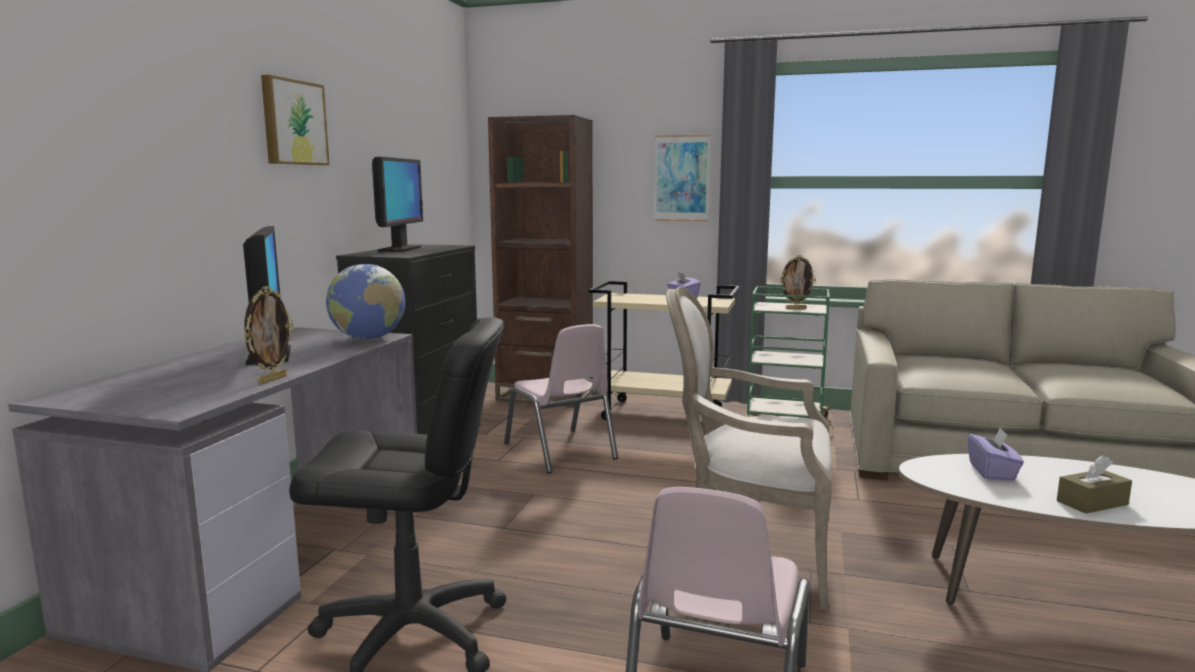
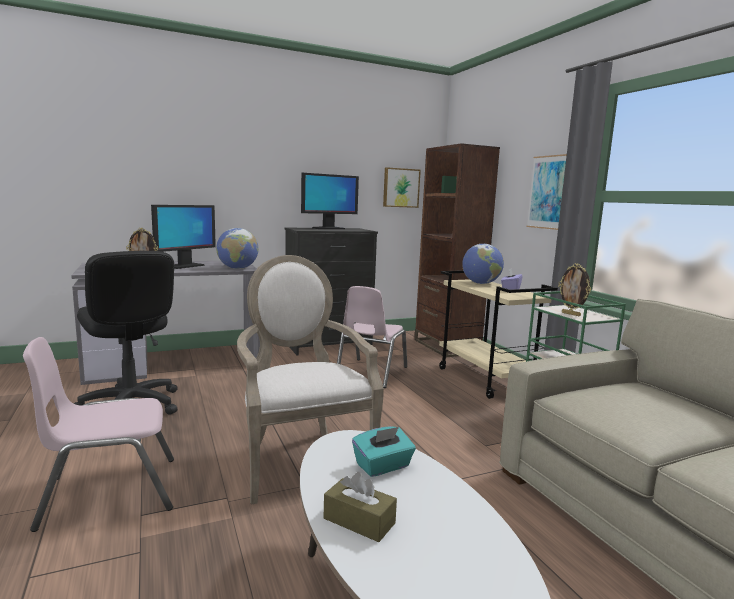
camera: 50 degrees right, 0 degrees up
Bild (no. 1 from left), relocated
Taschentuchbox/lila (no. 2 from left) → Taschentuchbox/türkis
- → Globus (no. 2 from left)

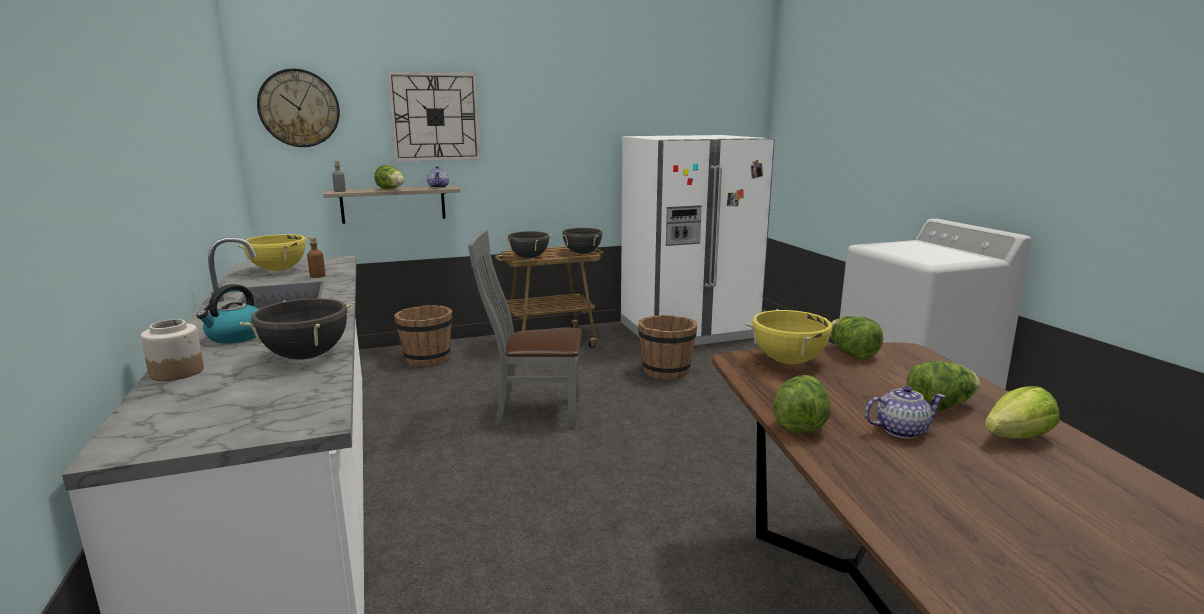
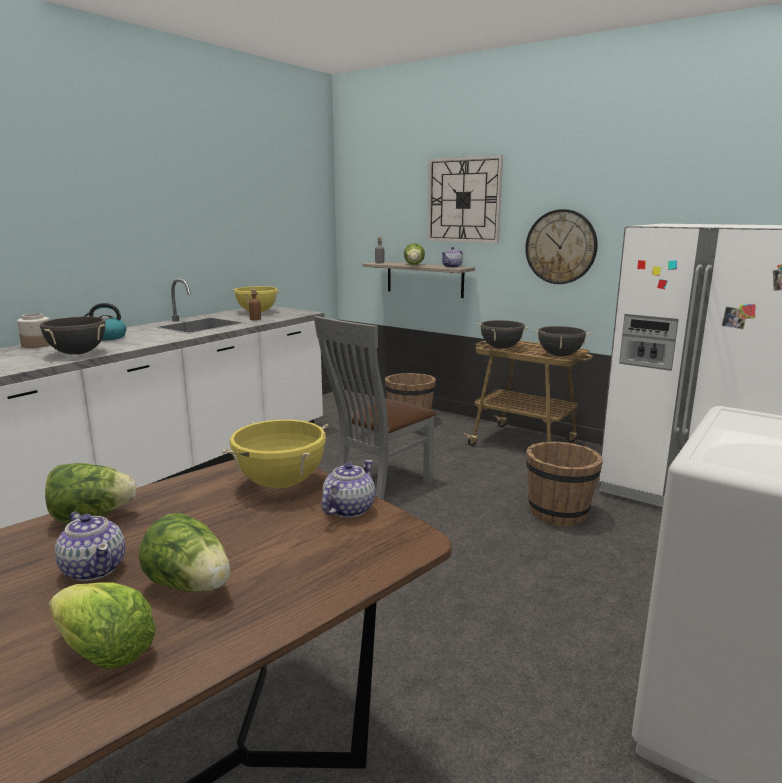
camera: 55 degrees right, 0 degrees up
Wanduhr (no. 1 from left in the first image) → Wanduhr (no. 2 from left), relocated
Stuhl/grau, 105 degrees counterclockwise
Salatkopf (no. 3 from left) → Teekanne (no. 2 from left)

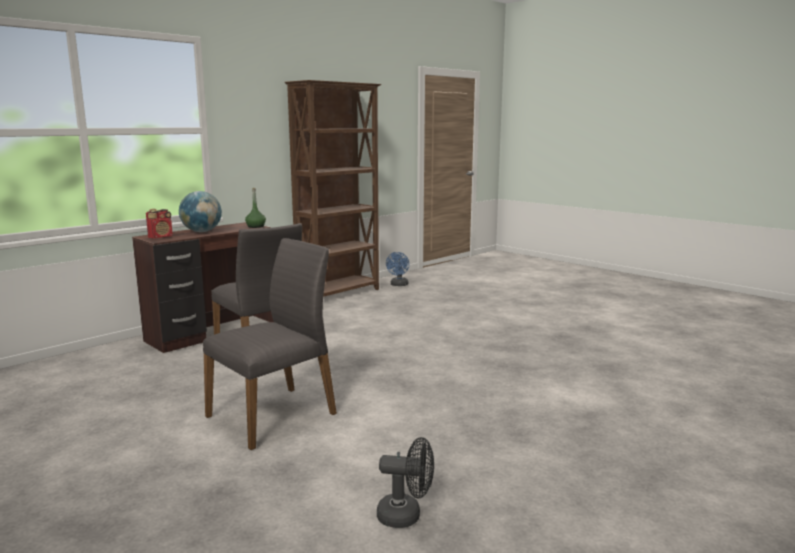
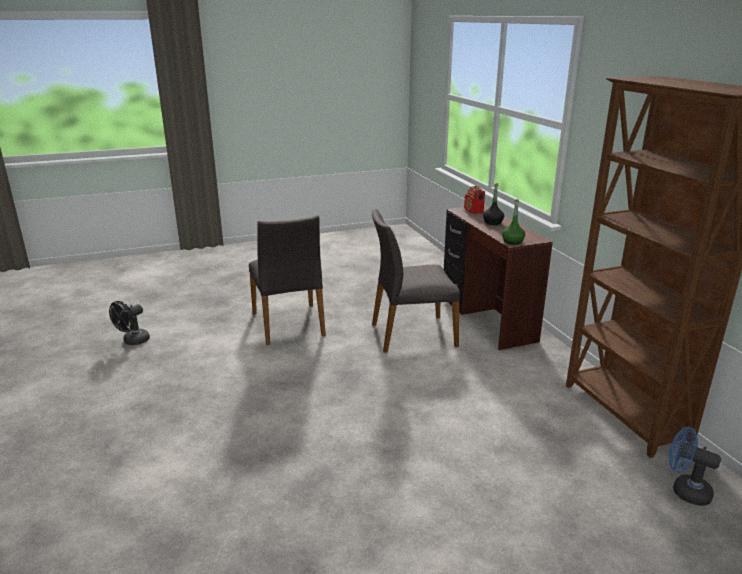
camera: 115 degrees right, 10 degrees up
Globus → Flasche/schwarz

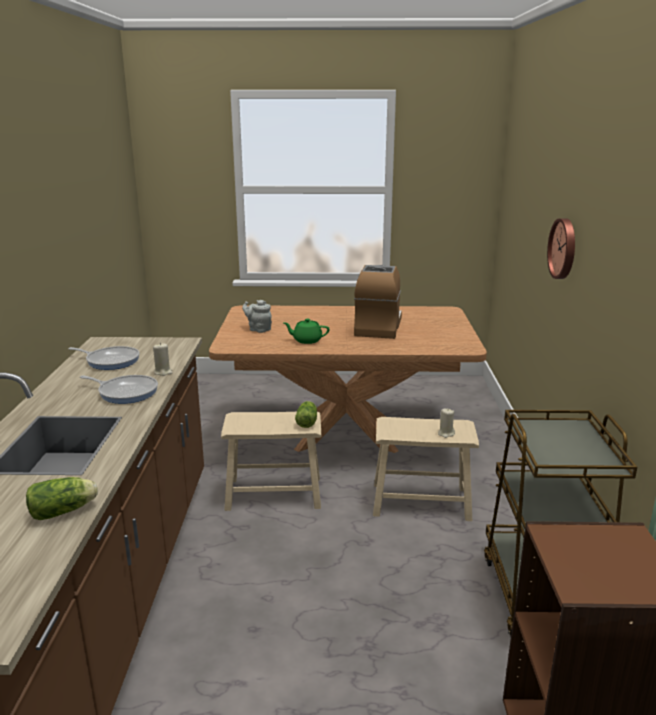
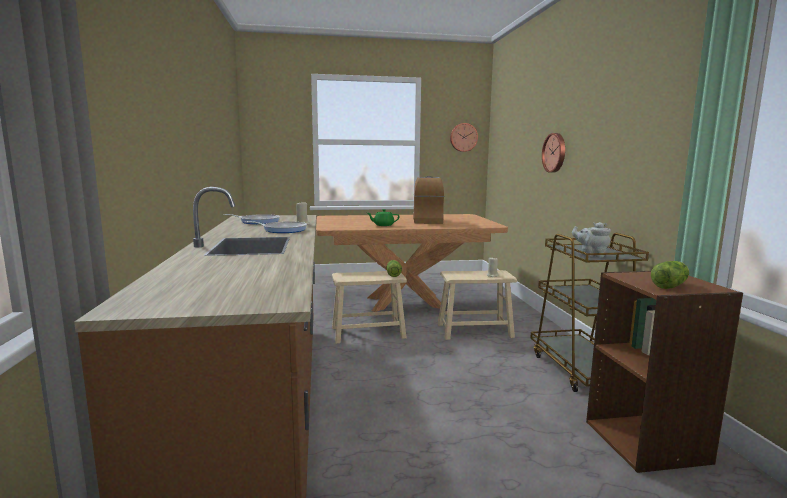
camera: 10 degrees left, 10 degrees down
Salatkopf (no. 1 from left in the first image) → Salatkopf (no. 2 from left), relocated
Teekanne/grau, relocated
- → Wanduhr (no. 1 from left)

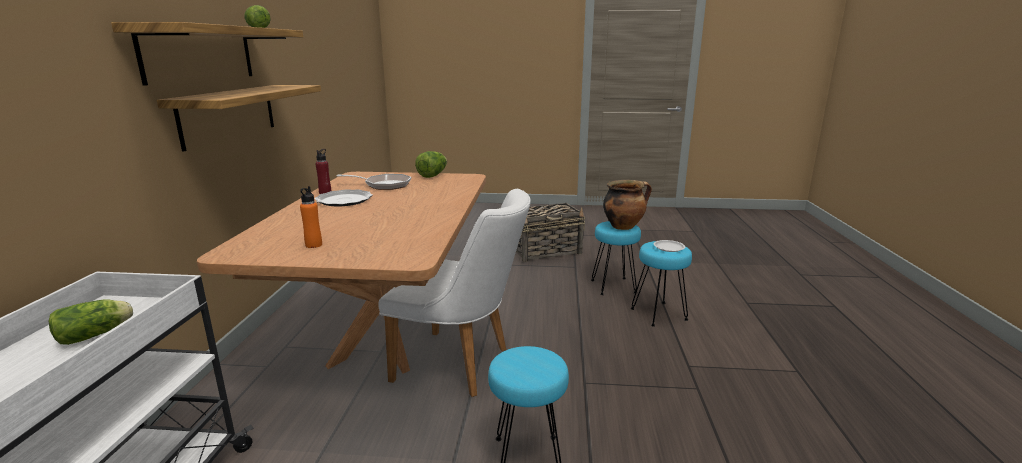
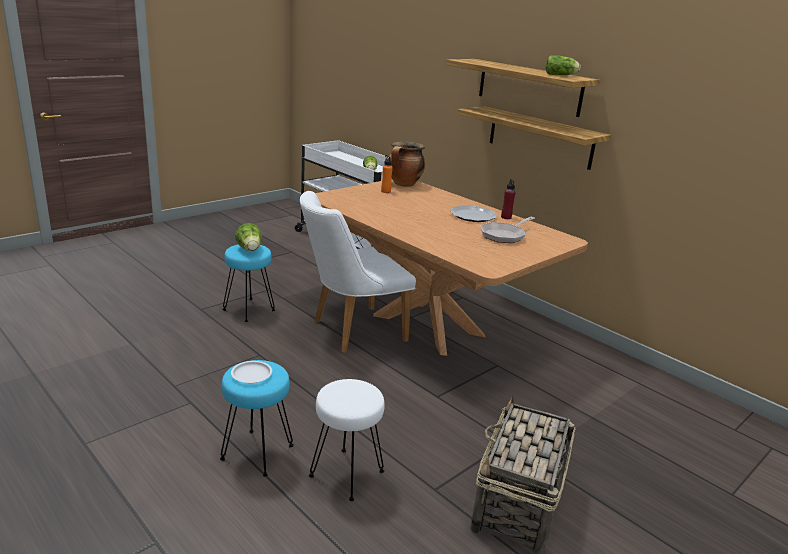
camera: 130 degrees right, 5 degrees up
Salatkopf (no. 3 from left in the first image) → Salatkopf (no. 1 from left), relocated
Hocker/türkis (no. 2 from left) → Hocker/weiß
Kochtopf, relocated

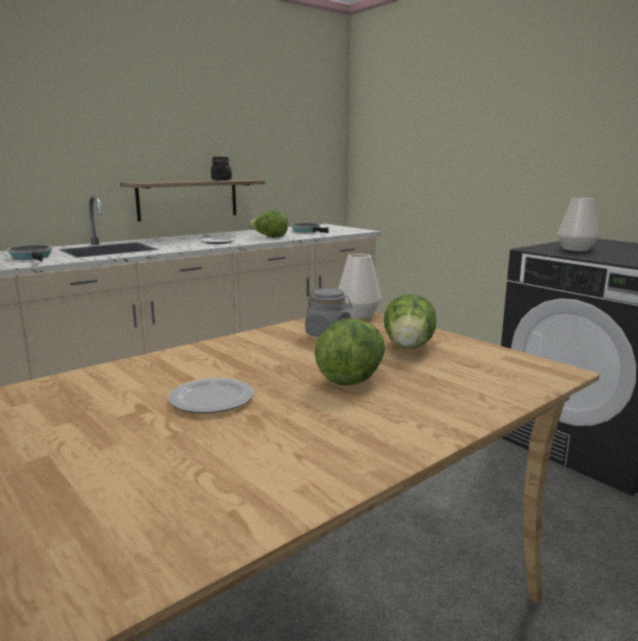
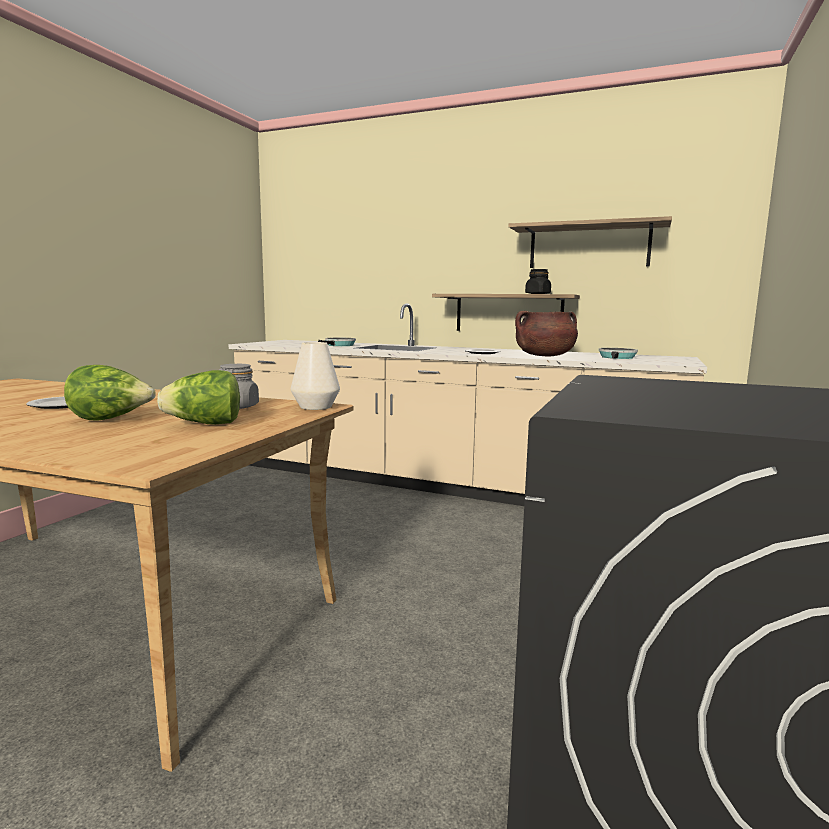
camera: 60 degrees right, 5 degrees down
Salatkopf (no. 1 from left) → Kochtopf/braun
Vase/weiß (no. 2 from left) → -
- → Wandregal (no. 2 from left)

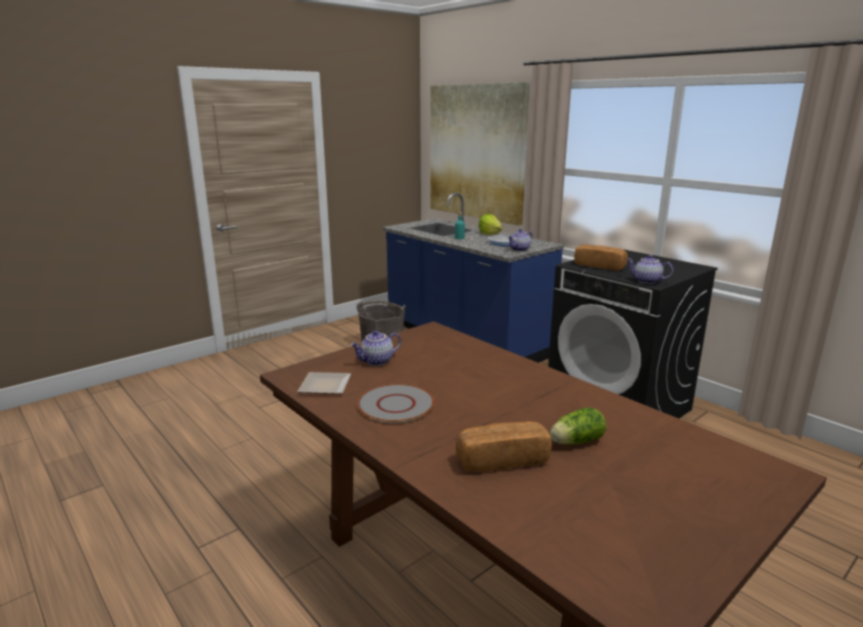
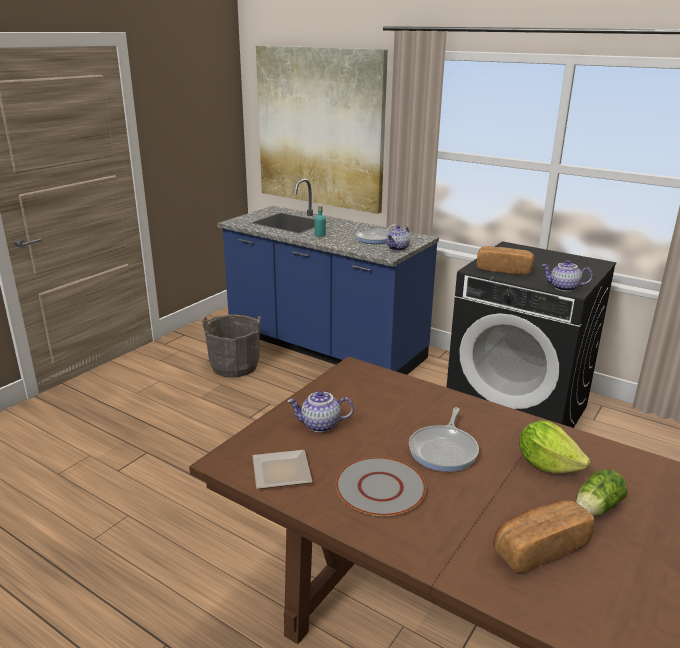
camera: 15 degrees left, 5 degrees up
Teekanne (no. 1 from left), 45 degrees clockwise
Salatkopf (no. 1 from left), relocated
- → Pfanne (no. 2 from left)

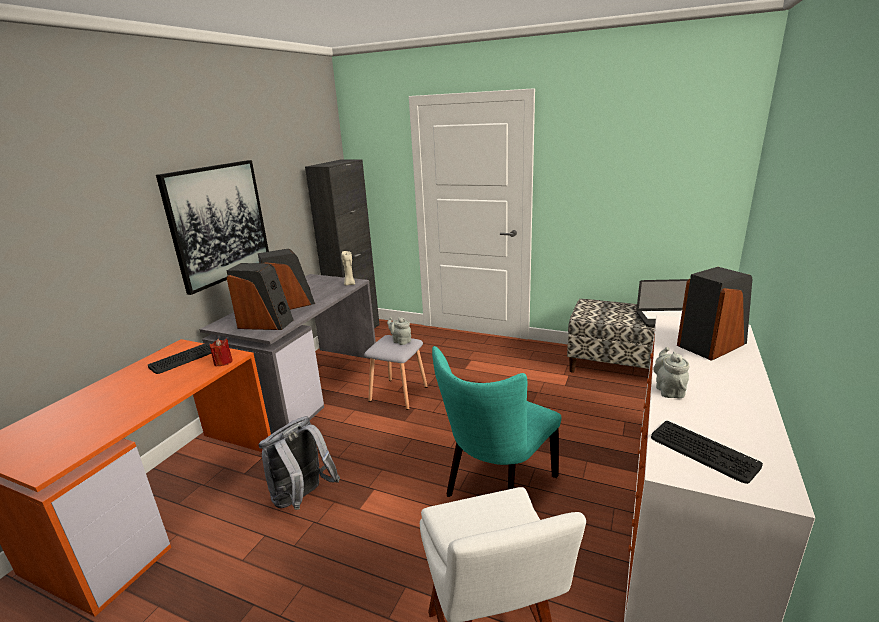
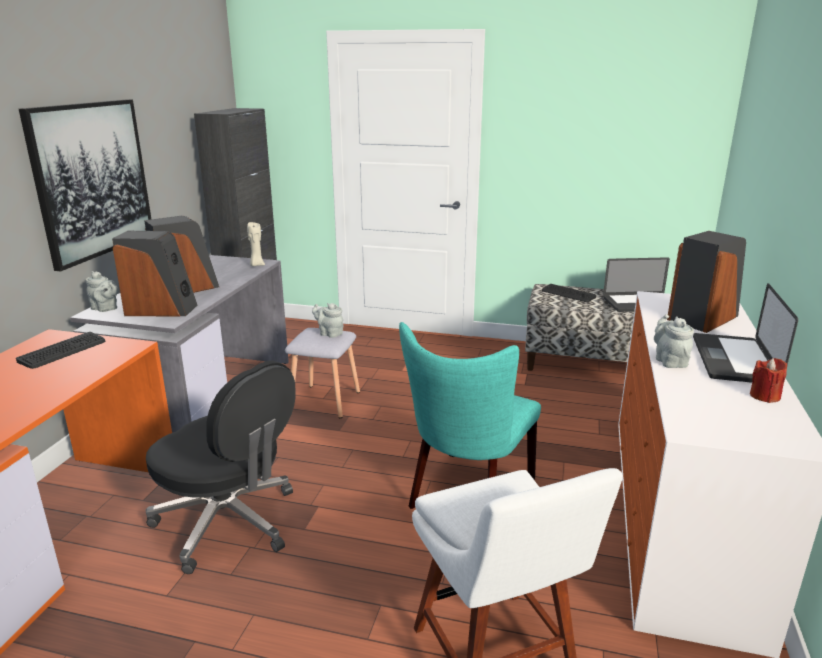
camera: 10 degrees left, 0 degrees up
Kerze/rot, relocated
Rucksack/grau → Bürostuhl/schwarz
Tastatur (no. 2 from left), relocated
- → Teekanne/grau (no. 1 from left)
- → Laptop (no. 2 from left)

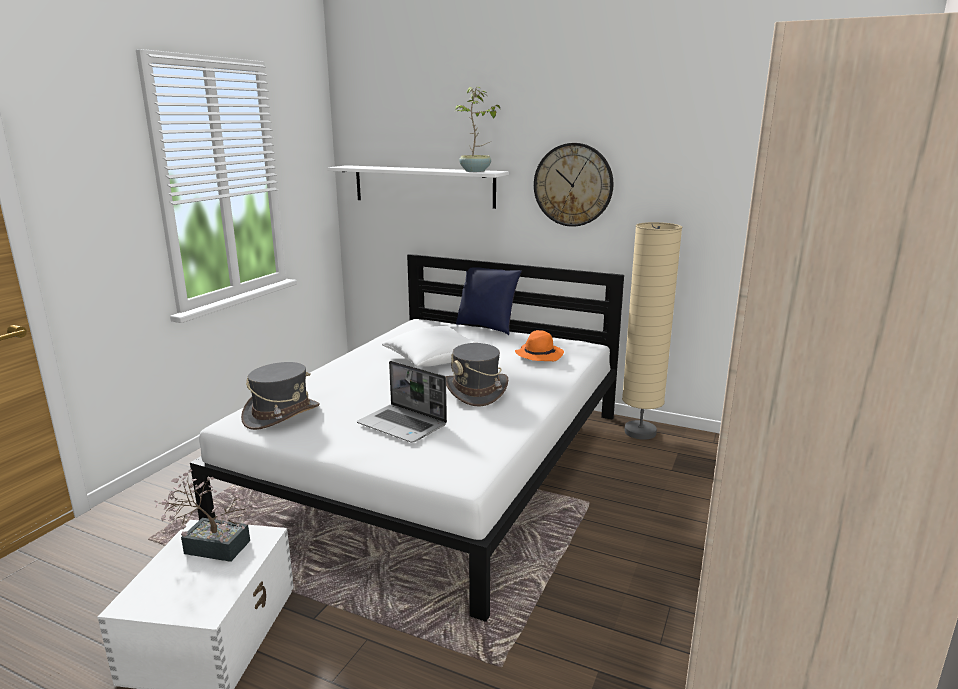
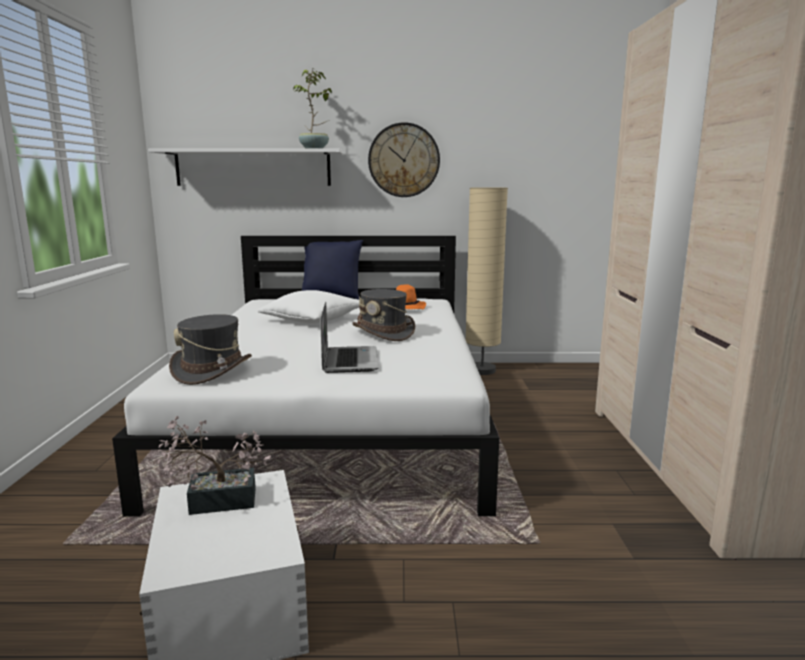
camera: 25 degrees left, 5 degrees down
Laptop, 105 degrees counterclockwise

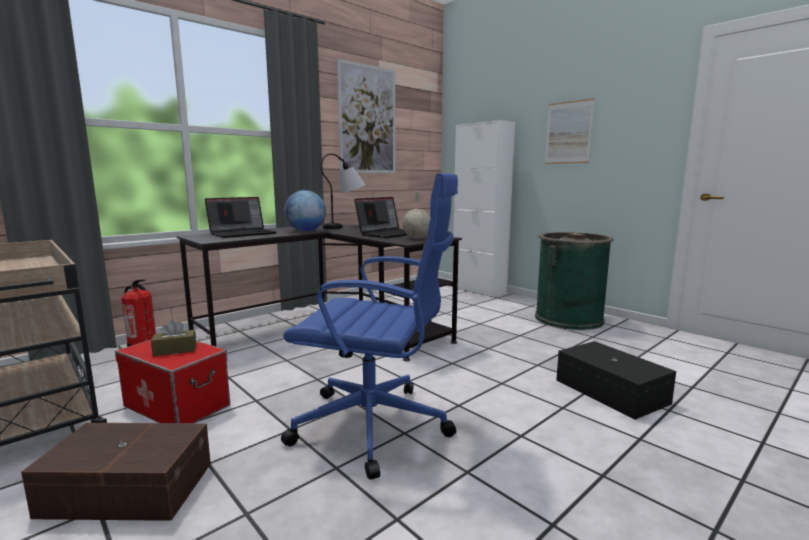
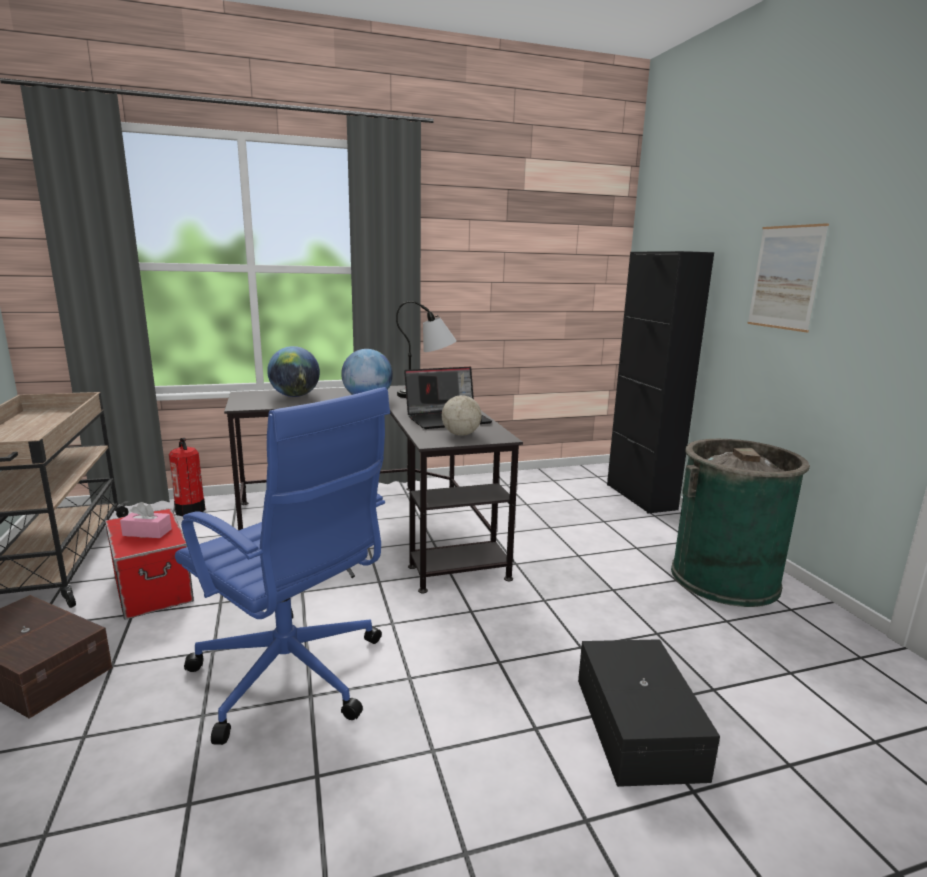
camera: 25 degrees right, 5 degrees up
Taschentuchbox/braun → Taschentuchbox/rosa
Laptop (no. 1 from left) → Globus (no. 1 from left)
Bild (no. 1 from left) → -
Schrank/weiß → Schrank/schwarz

